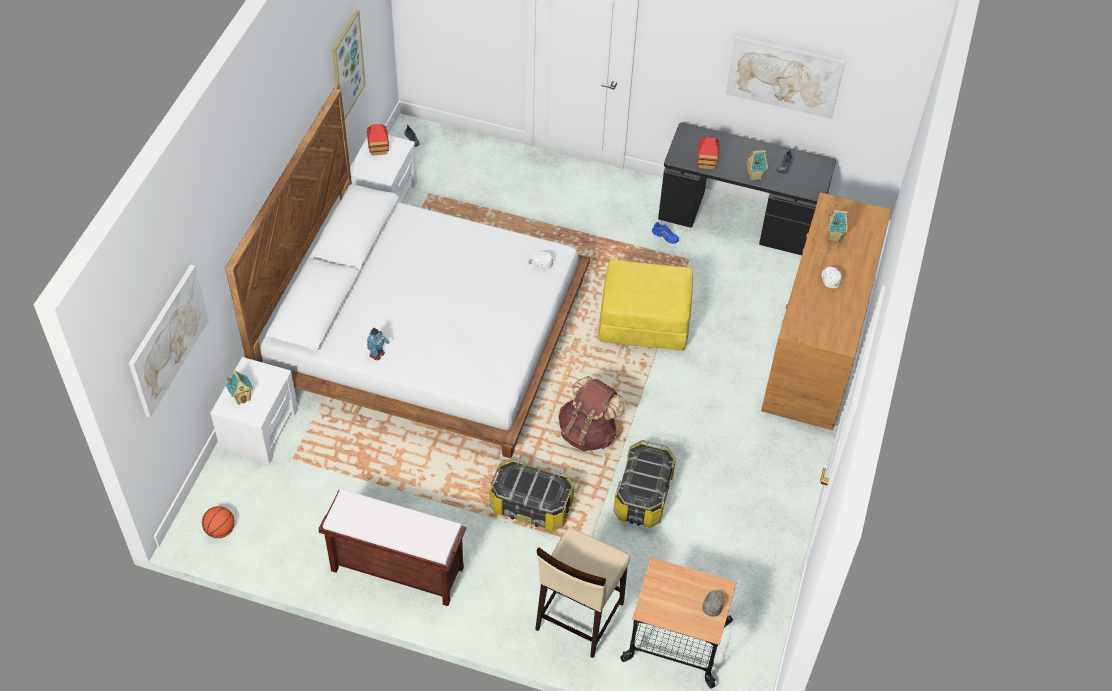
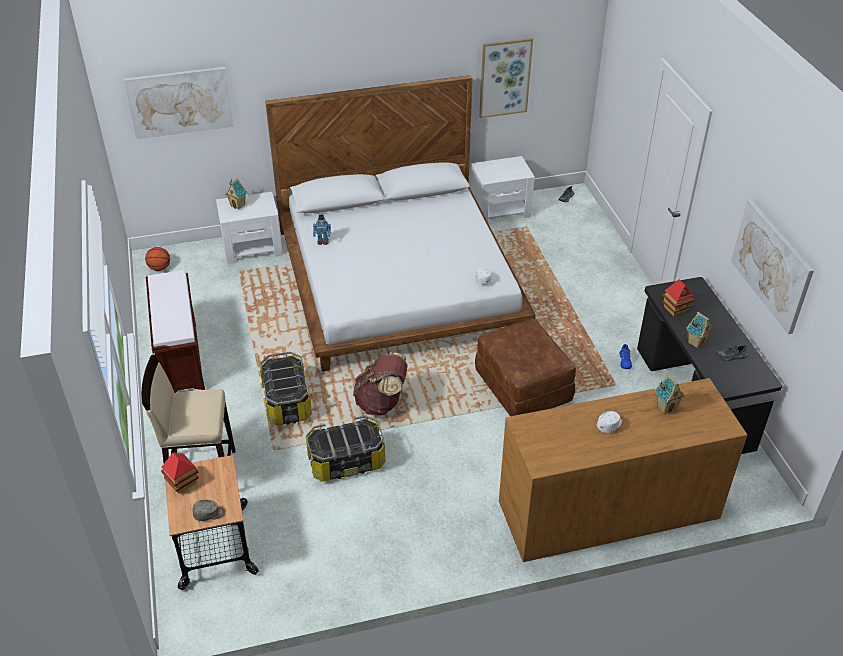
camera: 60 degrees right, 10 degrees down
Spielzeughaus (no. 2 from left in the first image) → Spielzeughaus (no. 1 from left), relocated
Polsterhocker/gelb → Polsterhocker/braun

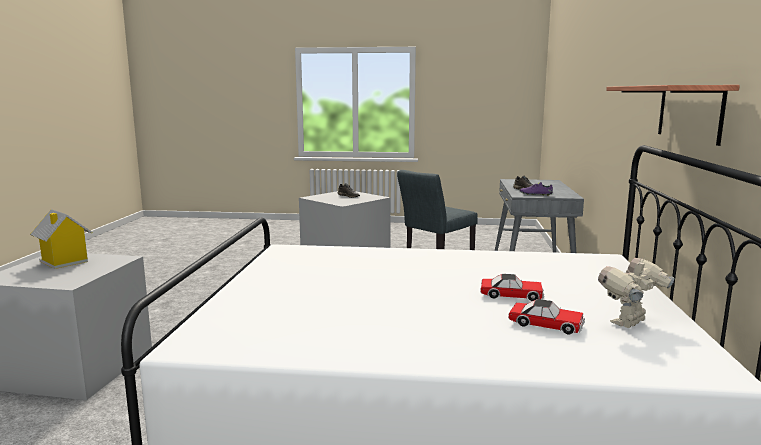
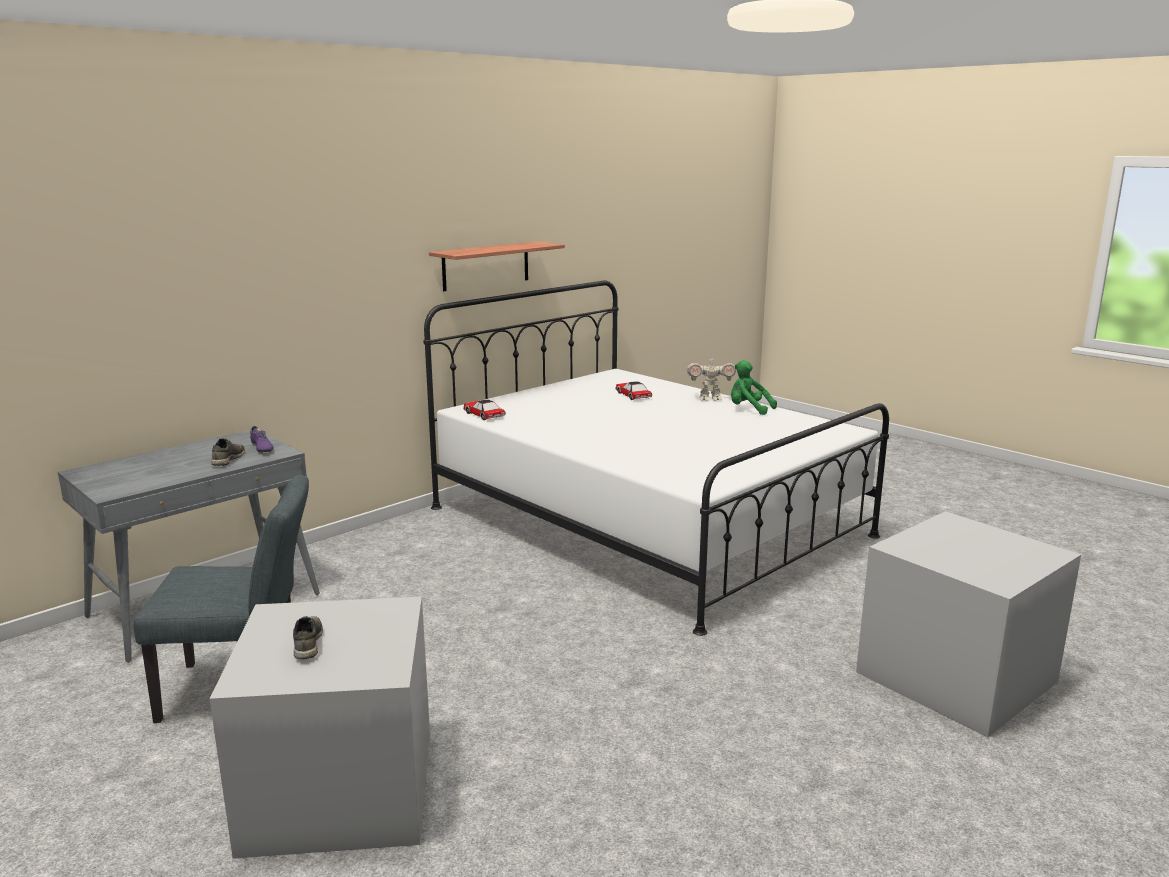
camera: 140 degrees left, 5 degrees up
Spielzeughaus → -
Spielzeugauto (no. 1 from left), relocated
Spielzeugroboter, relocated
- → Plüschtier/grün

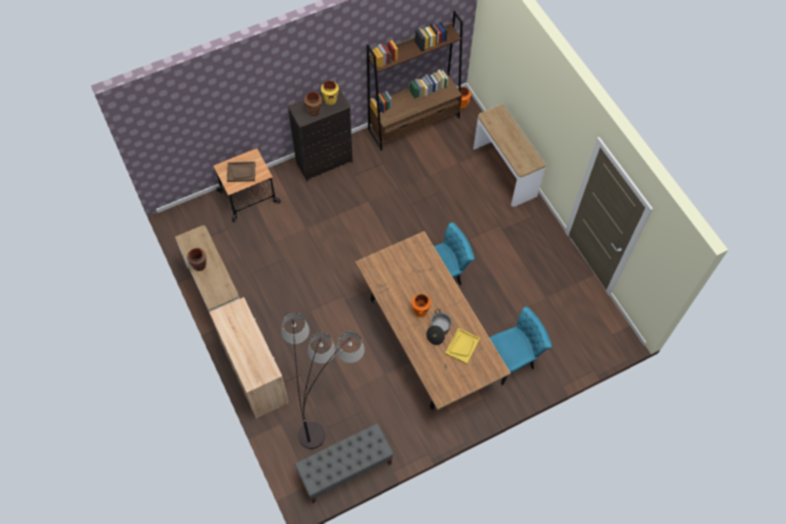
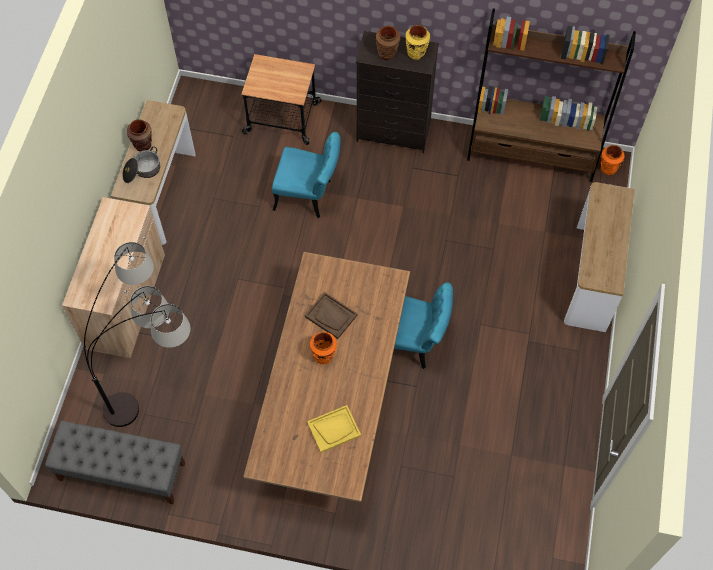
camera: 40 degrees right, 0 degrees up
Tablett/braun, relocated
Kochtopf, relocated
Stuhl/türkis (no. 2 from left in the first image) → Stuhl/türkis (no. 1 from left), relocated

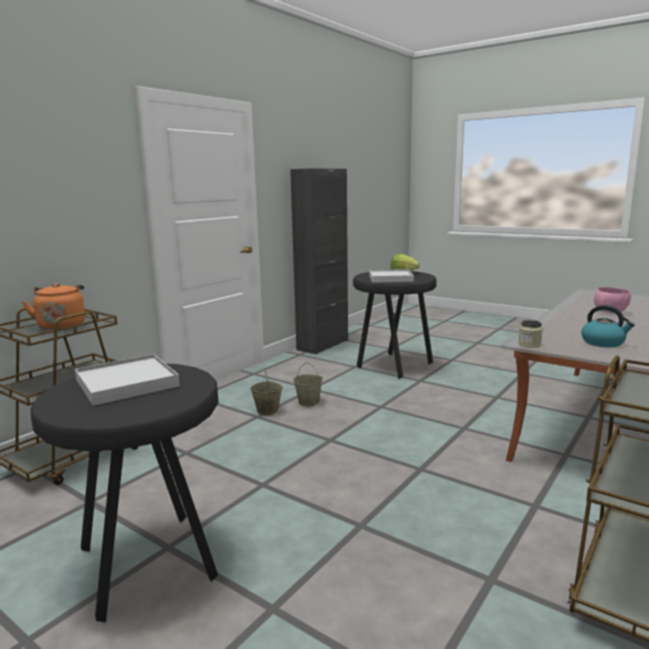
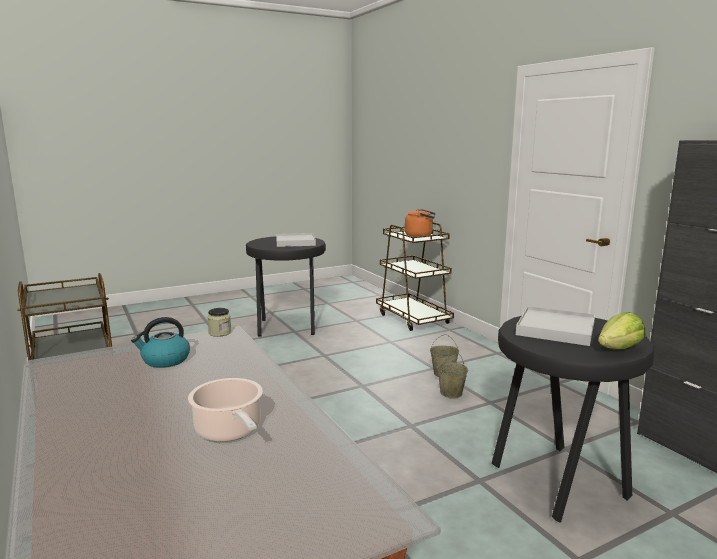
camera: 115 degrees right, 0 degrees up
Schüssel/rosa → Kochtopf

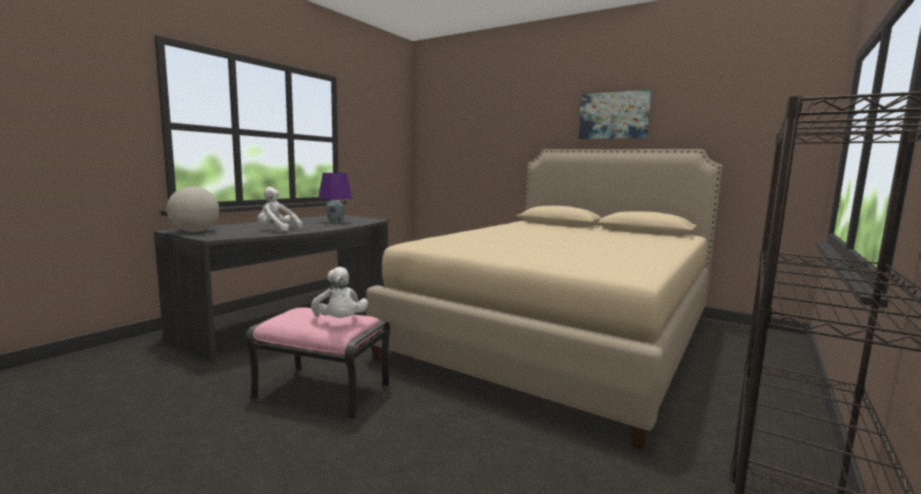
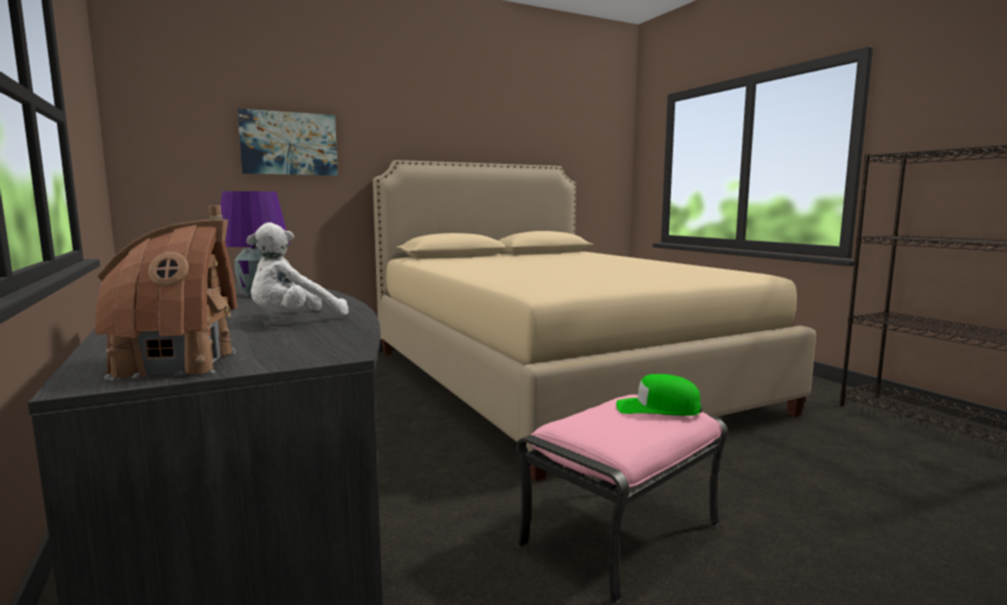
camera: 60 degrees left, 0 degrees up
Globus → Spielzeughaus
Plüschtier/weiß (no. 2 from left) → Kappe/grün
Bild, relocated

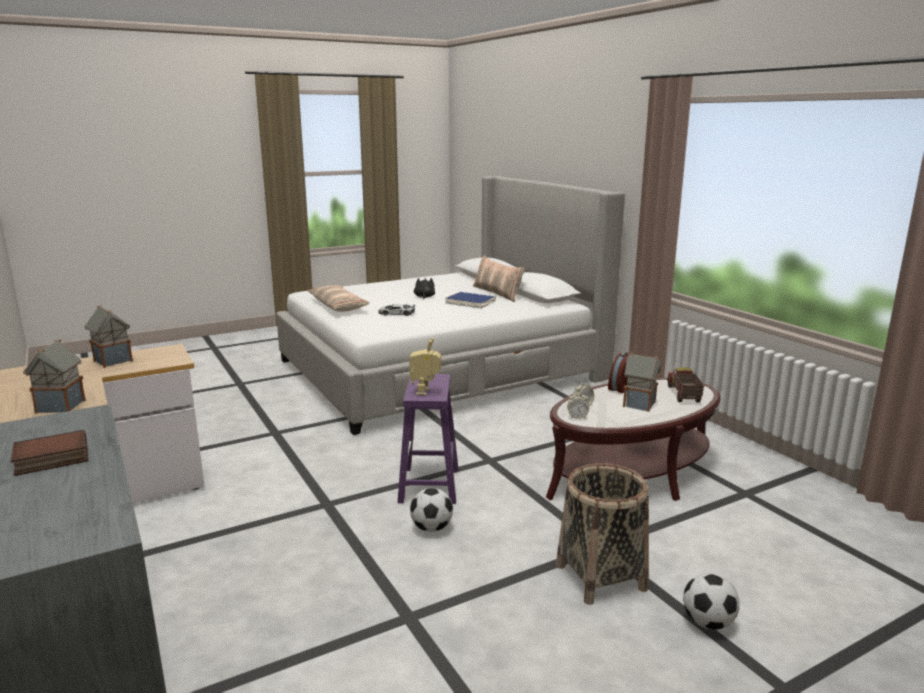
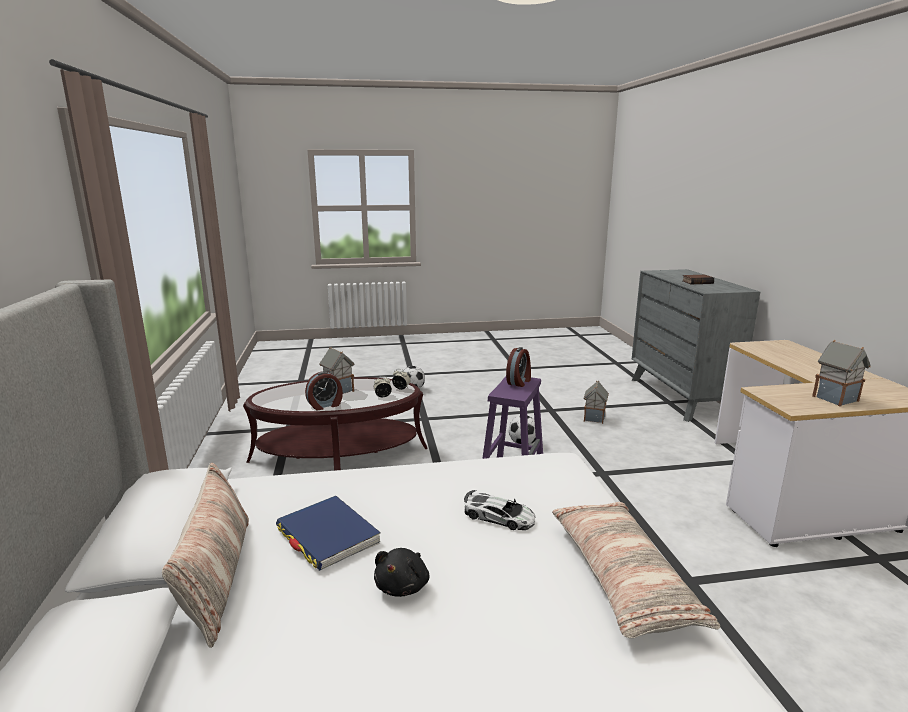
camera: 160 degrees left, 0 degrees up
Spielzeughaus (no. 1 from left in the first image) → Spielzeughaus (no. 2 from left), relocated
Spielzeugroboter → Wecker (no. 4 from left)
Korb → -
Spielzeuglaster → -

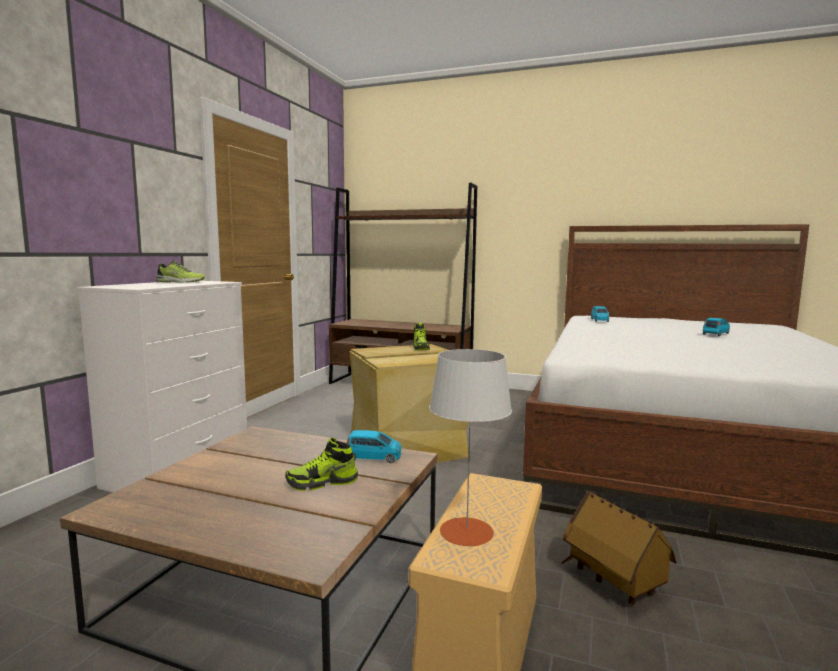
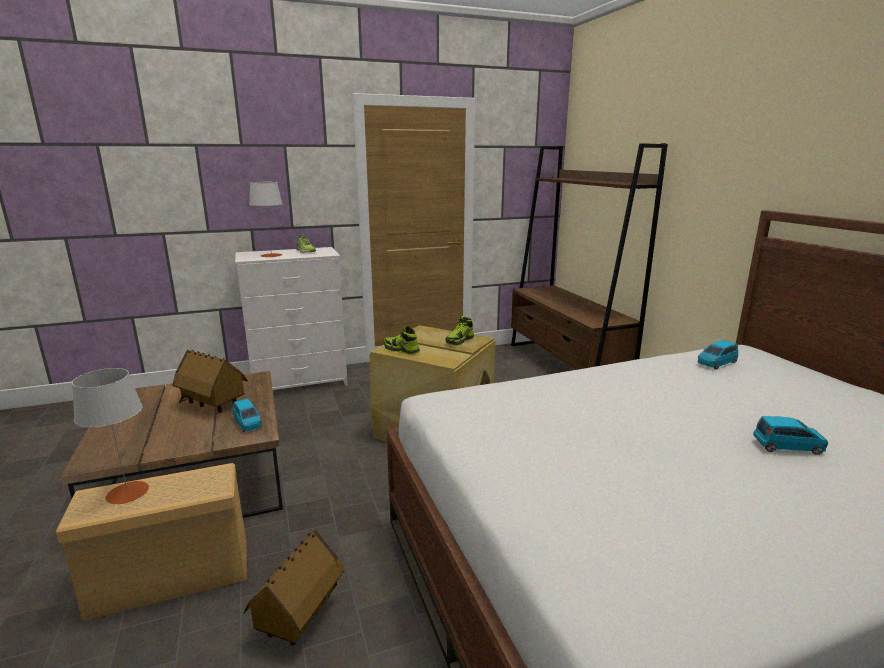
camera: 50 degrees right, 10 degrees up
Schuh (no. 2 from left), relocated
- → Spielzeughaus (no. 1 from left)
- → Tischlampe/grau (no. 2 from left)

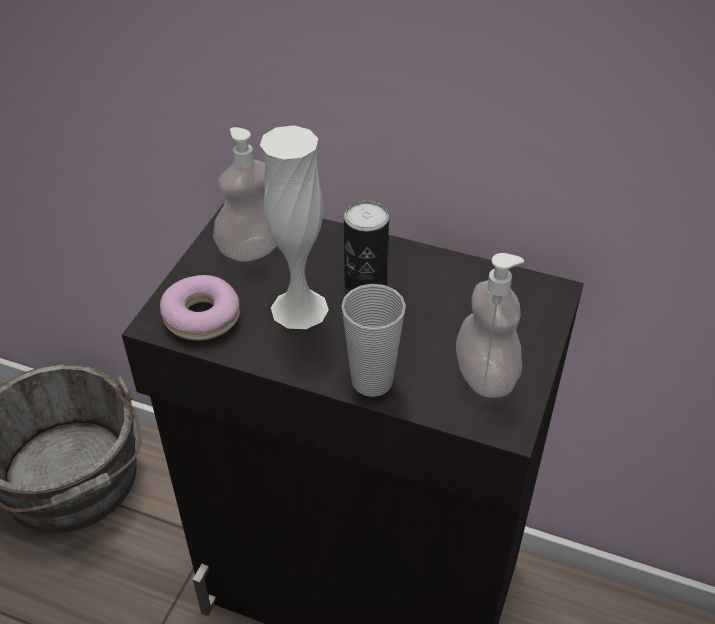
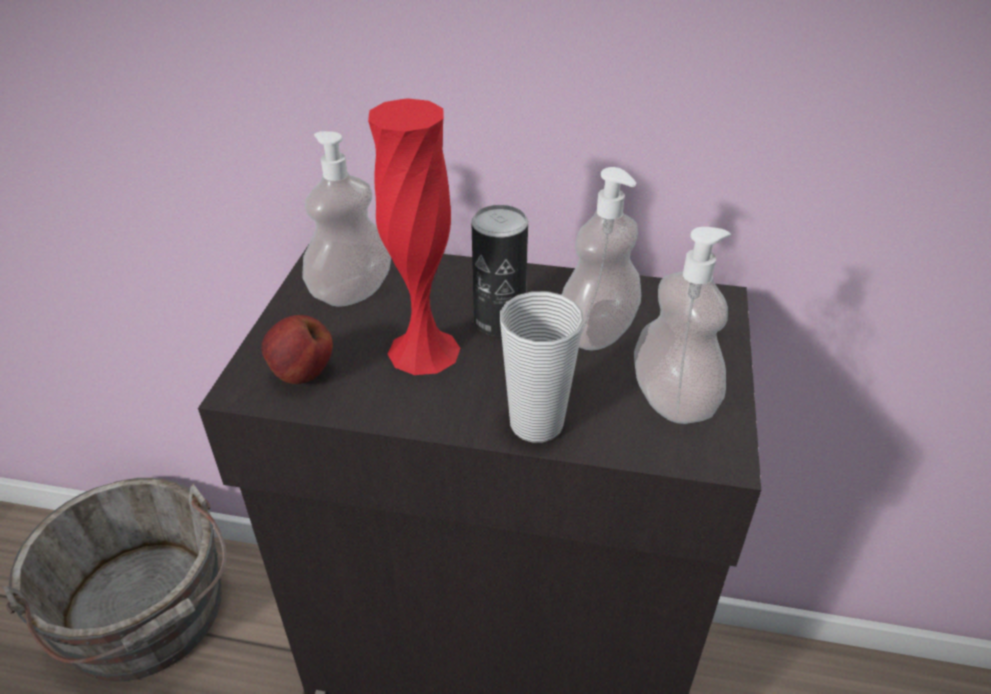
camera: 10 degrees left, 5 degrees down
Donut → Apfel
Vase/weiß → Vase/rot
- → Seifenspender (no. 2 from left)

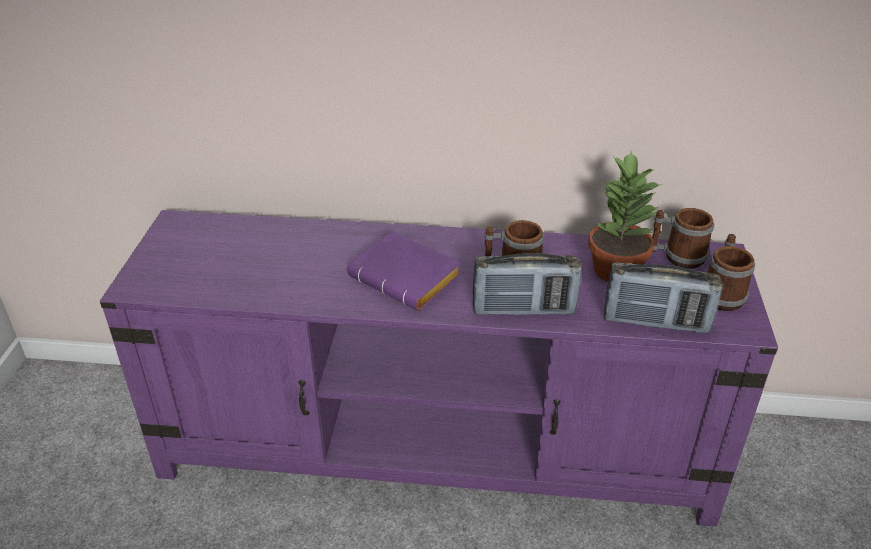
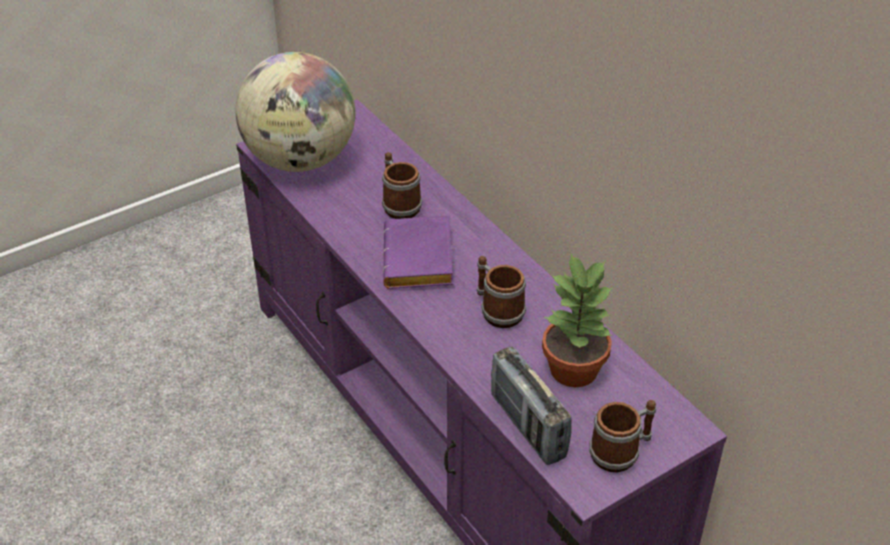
camera: 50 degrees right, 5 degrees up
Radio (no. 1 from left) → -
Henkelbecher (no. 2 from left in the first image) → Henkelbecher (no. 1 from left), relocated
- → Globus

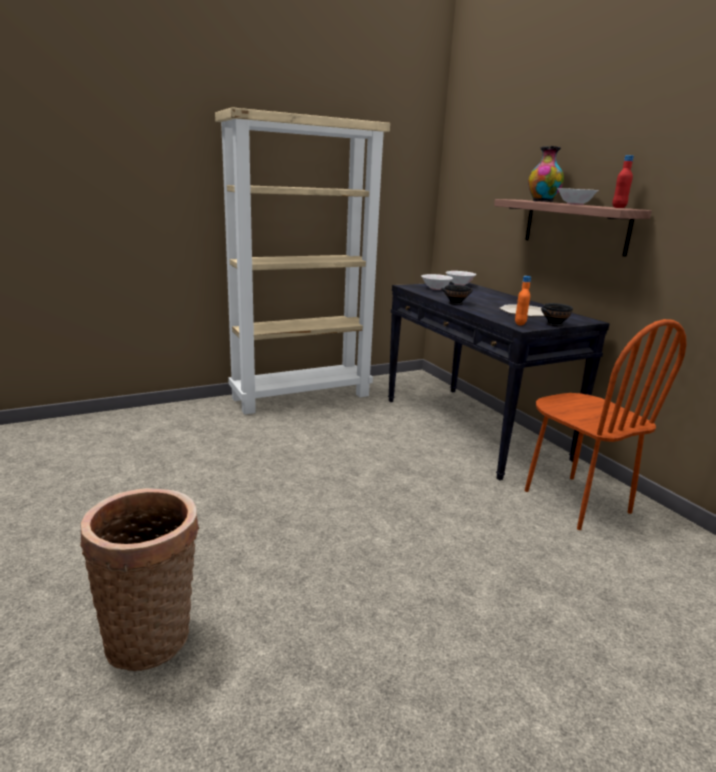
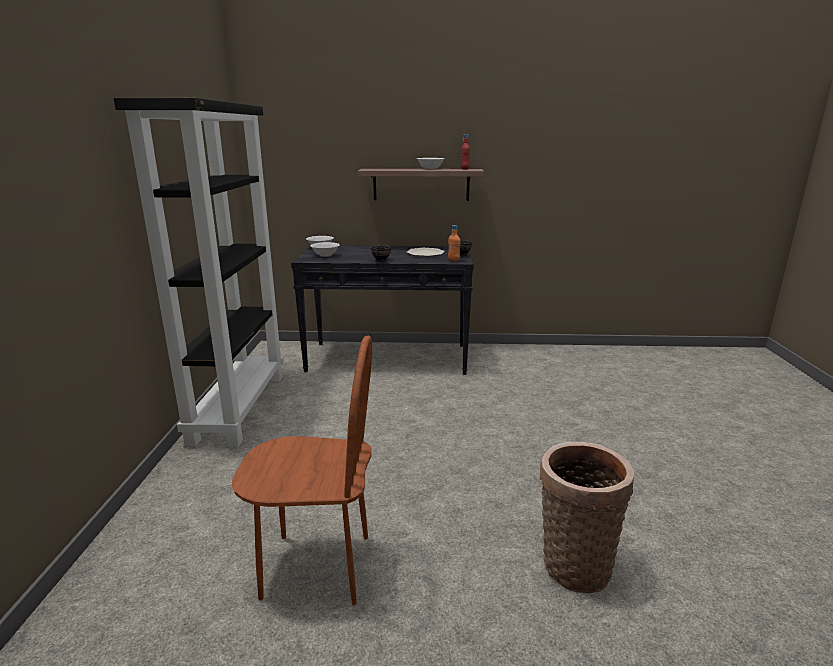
camera: 60 degrees left, 0 degrees up
Bücherregal/beige → Bücherregal/schwarz
Stuhl/braun, relocated
Vase → -

